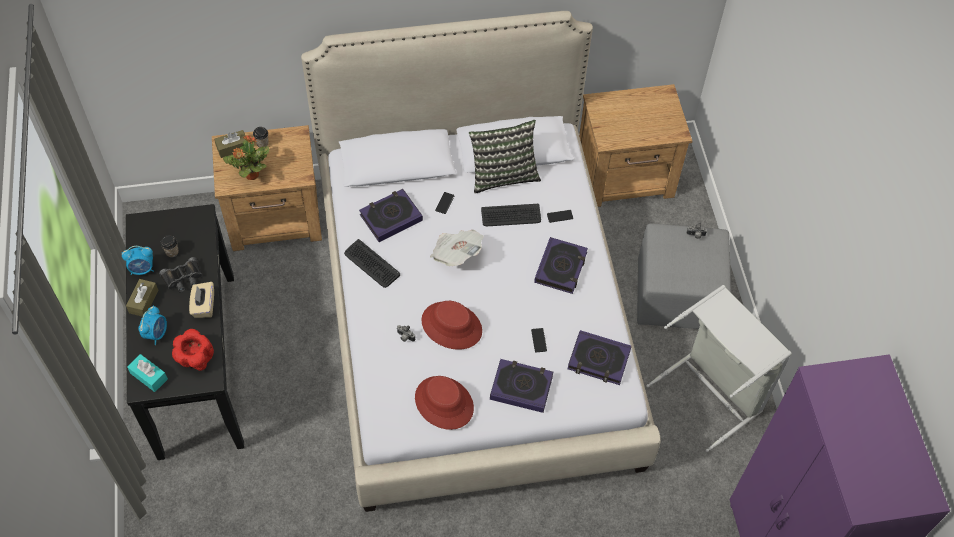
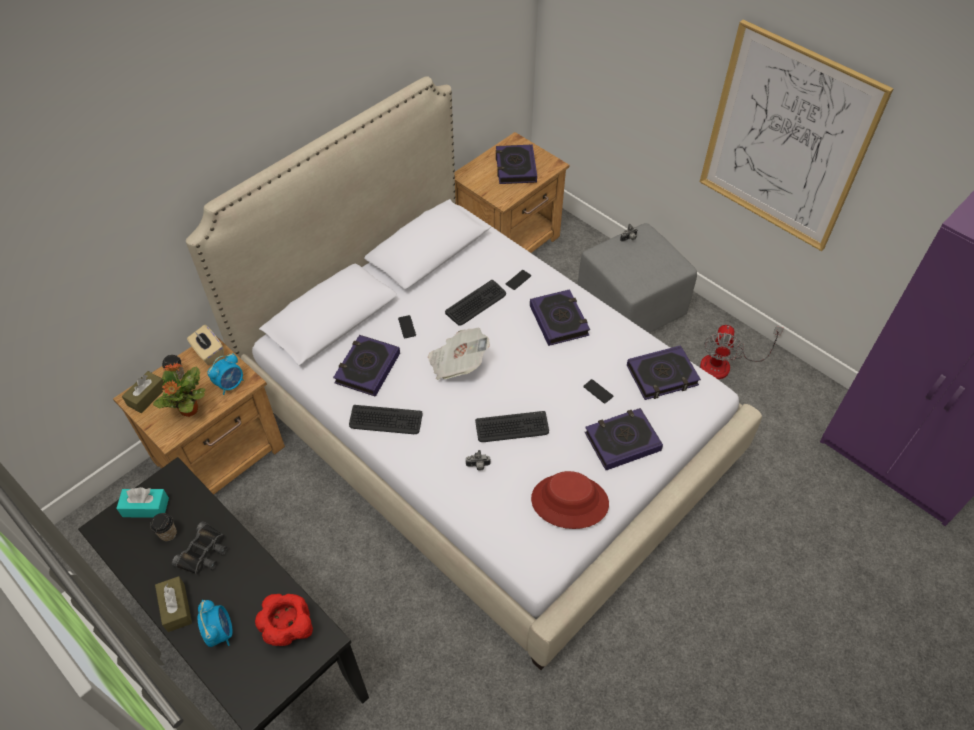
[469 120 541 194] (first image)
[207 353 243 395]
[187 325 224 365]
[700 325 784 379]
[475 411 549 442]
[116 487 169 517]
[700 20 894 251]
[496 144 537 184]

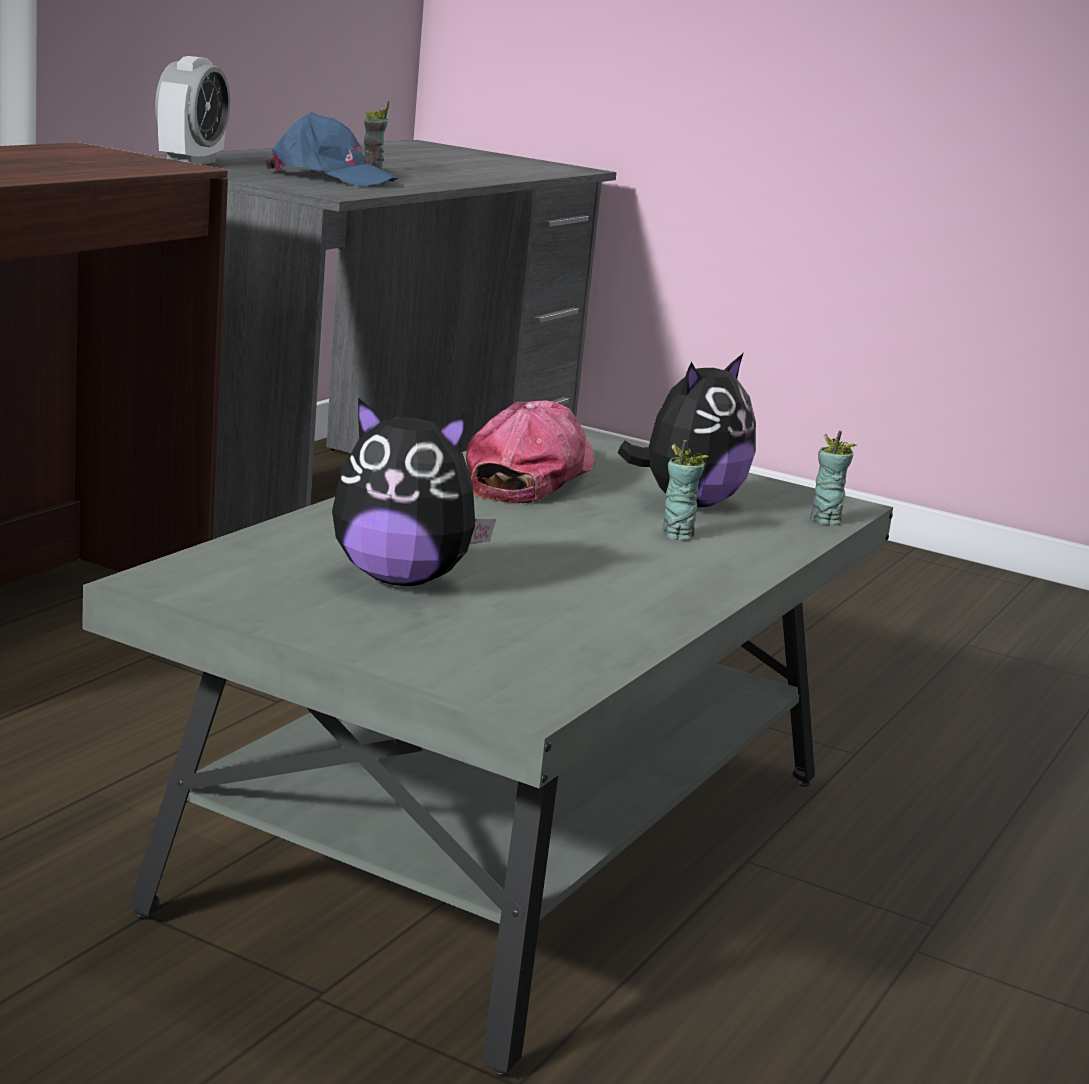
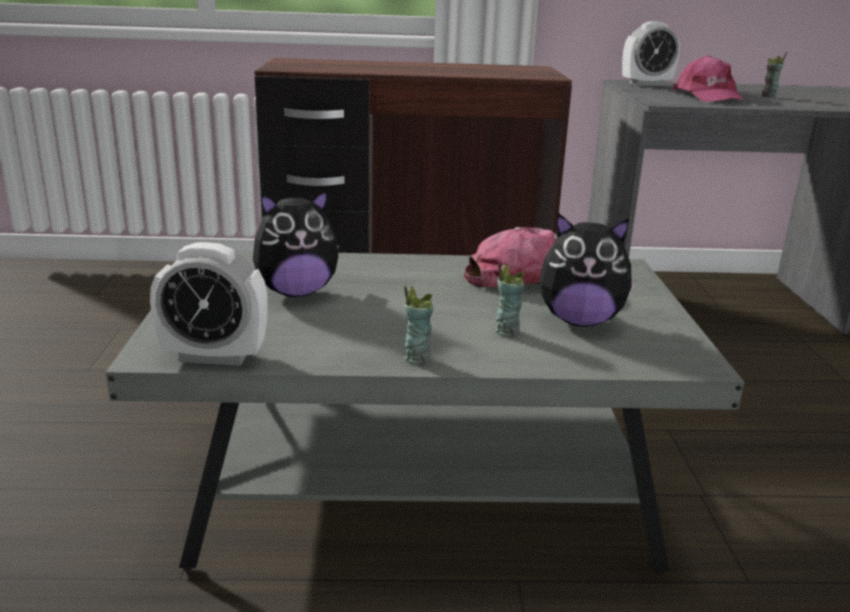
[672 55 745 102]
[253 189 339 297]
[404 285 433 364]
[150 242 268 366]

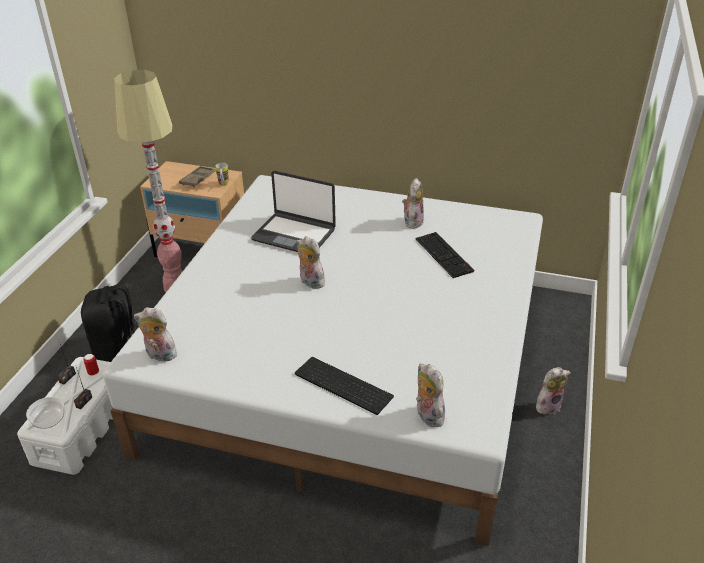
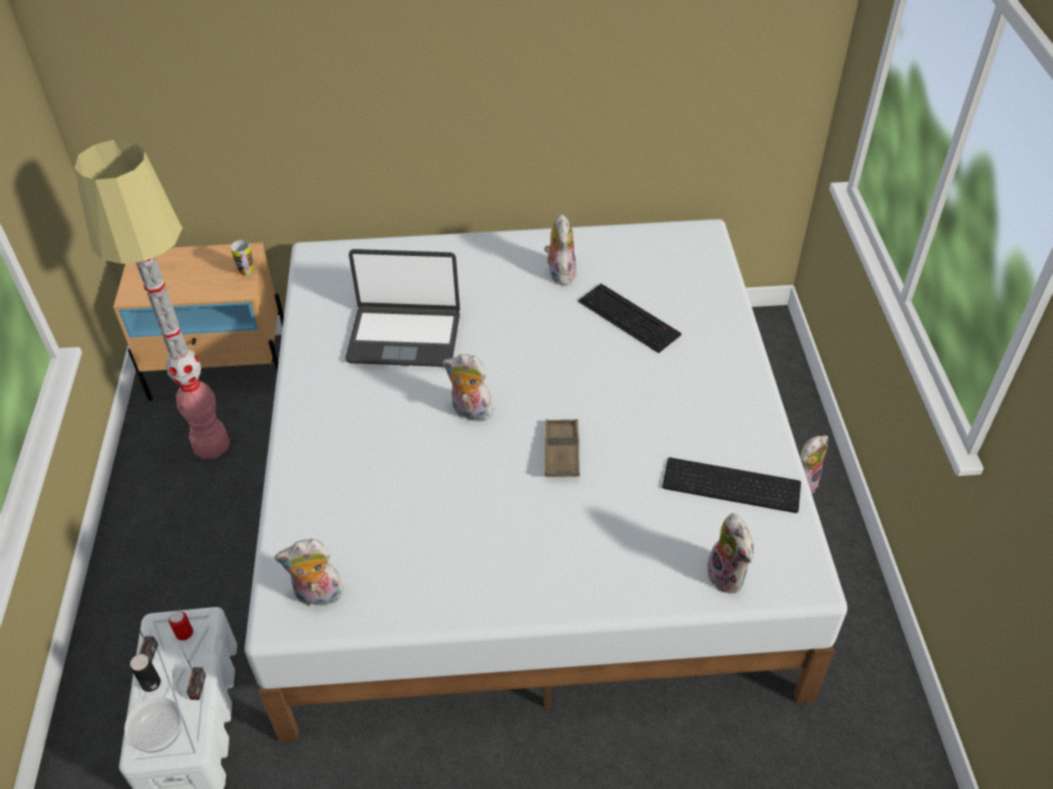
[545 419 580 477]
[81 284 134 362] (first image)
[662 457 801 513]
[704 513 754 594]
[130 654 161 692]

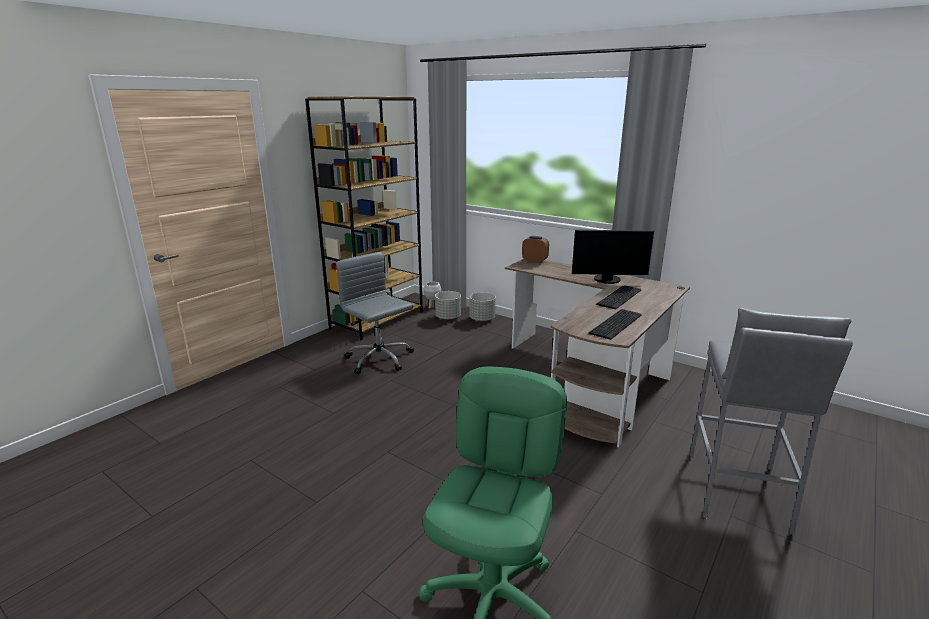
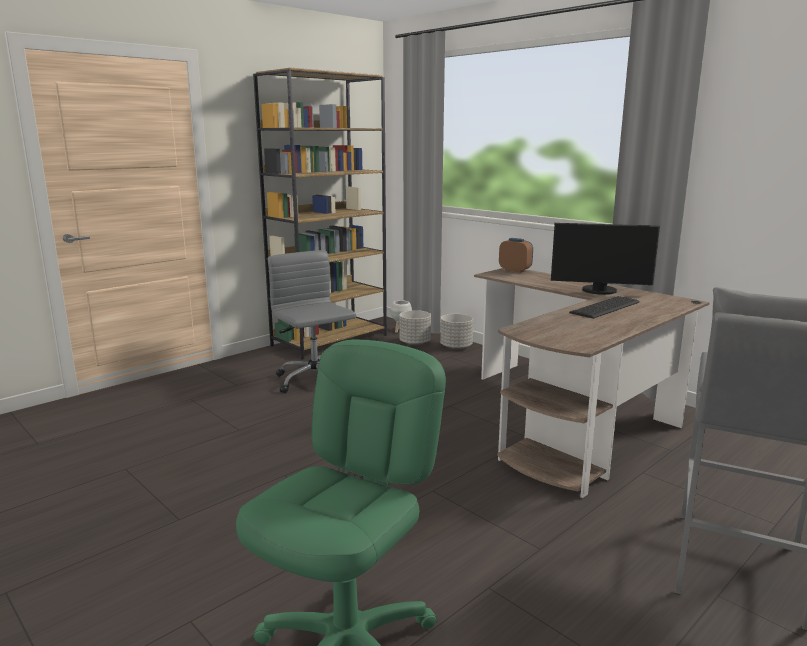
[588 309 642 340] (first image)

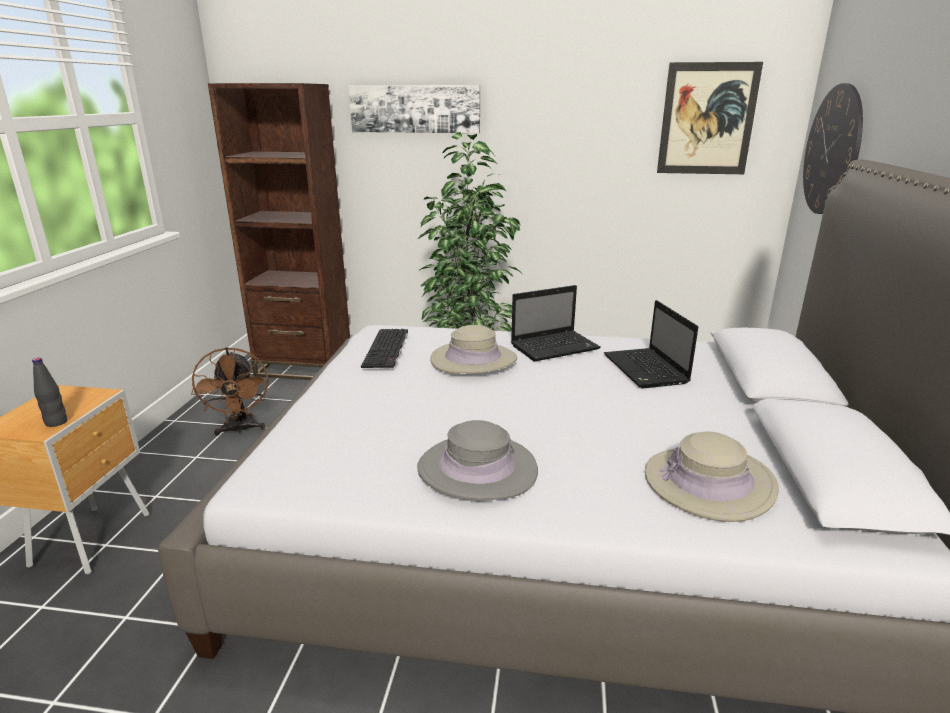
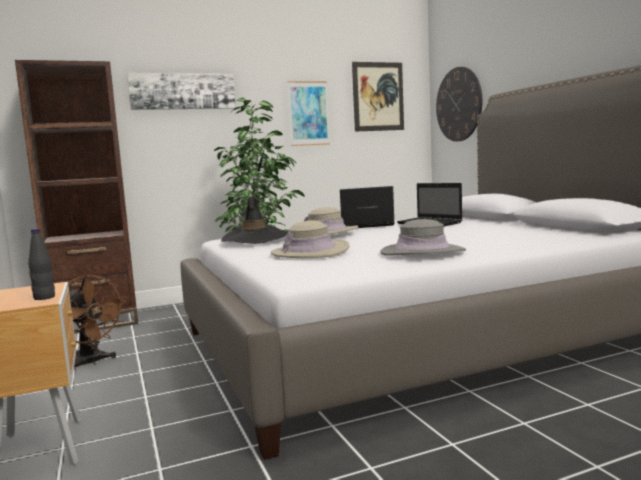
[340 186 395 228]
[221 196 288 244]
[271 221 350 258]
[288 81 330 146]

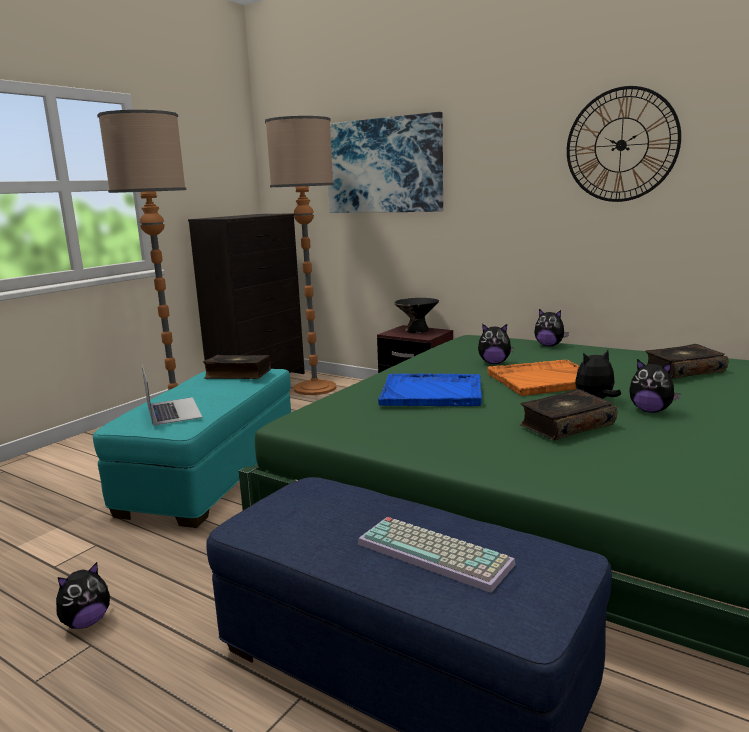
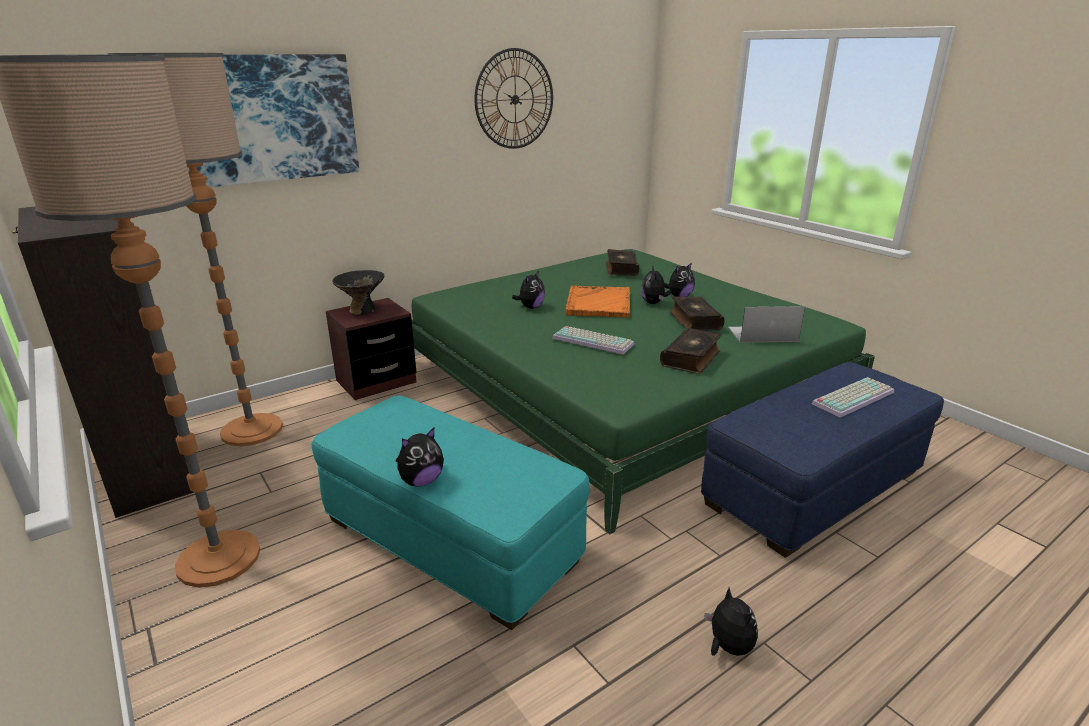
[396 428 444 486]
[660 328 722 374]
[728 306 805 343]
[552 326 634 355]

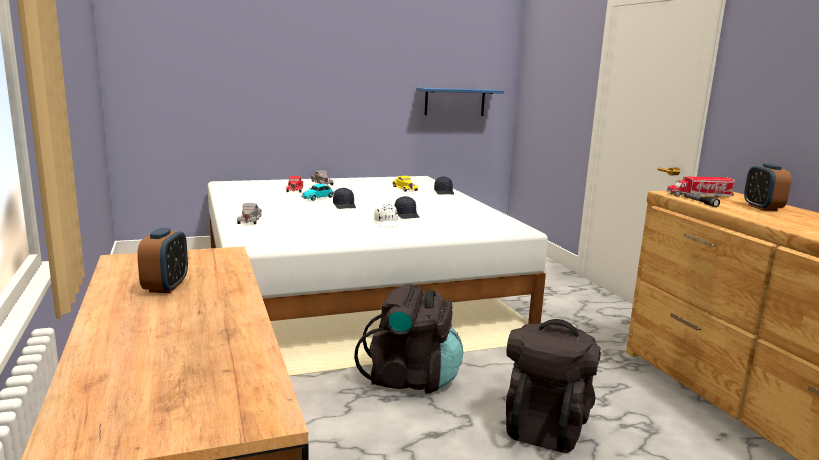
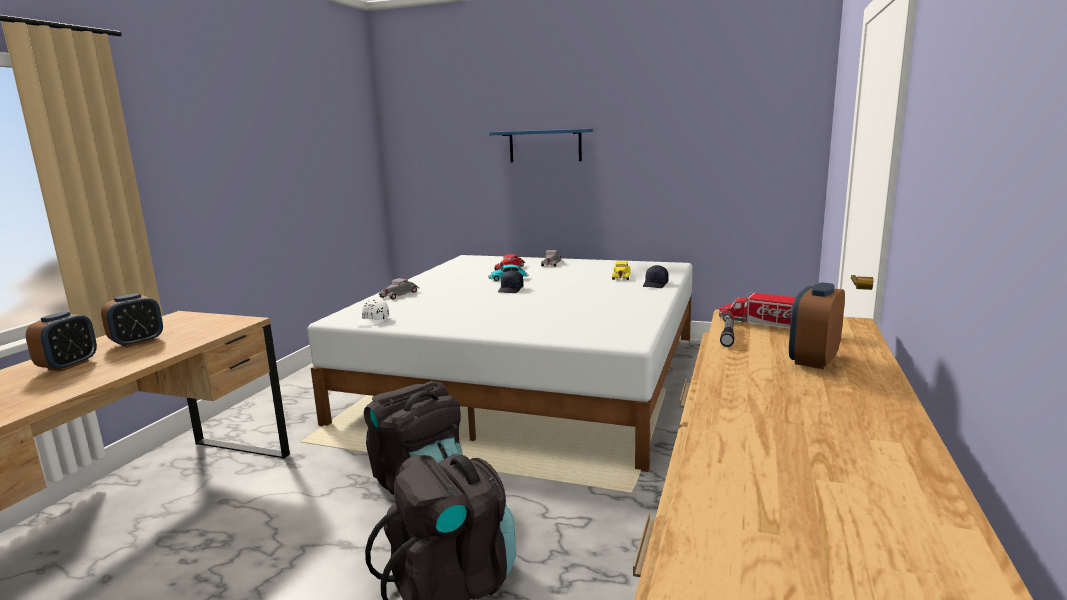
[489 129 593 162]
[395 196 420 219] (first image)
[356 298 389 326]
[26 311 97 371]

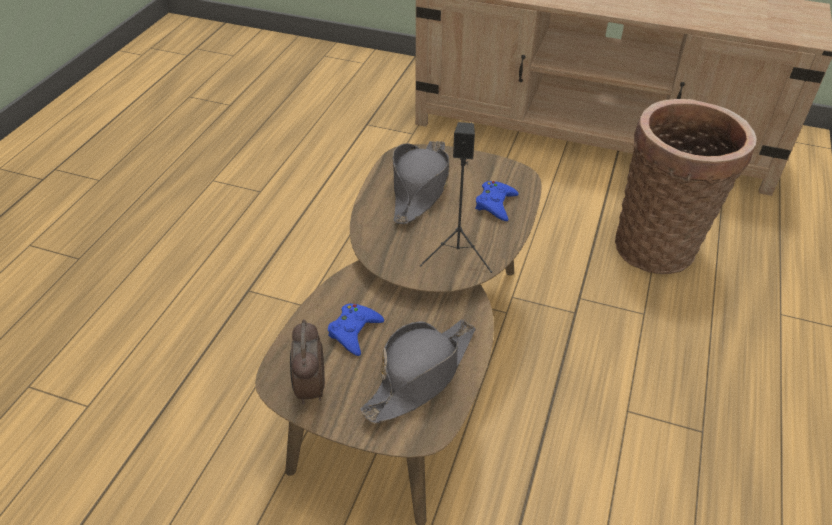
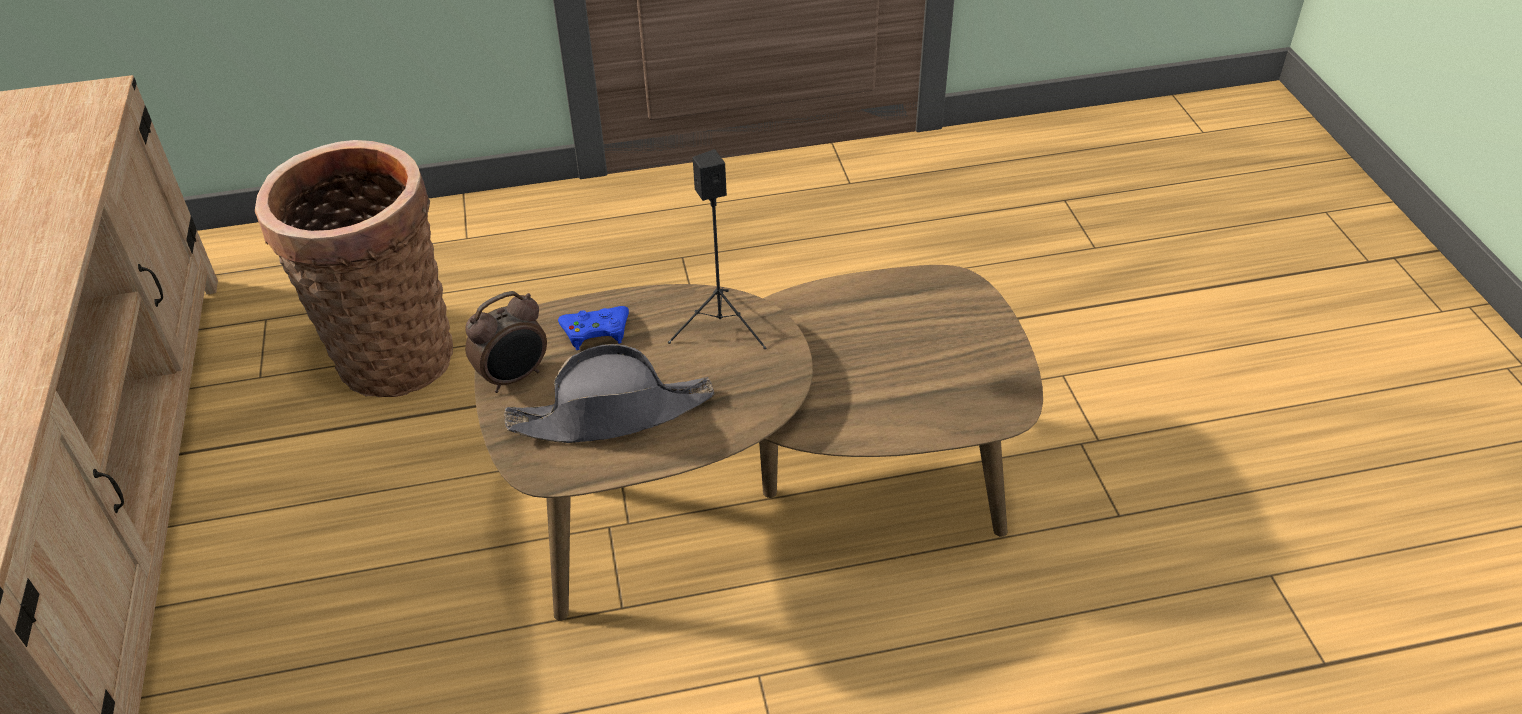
[328 304 384 356] (first image)
[465 291 547 393]
[360 319 476 424] (first image)

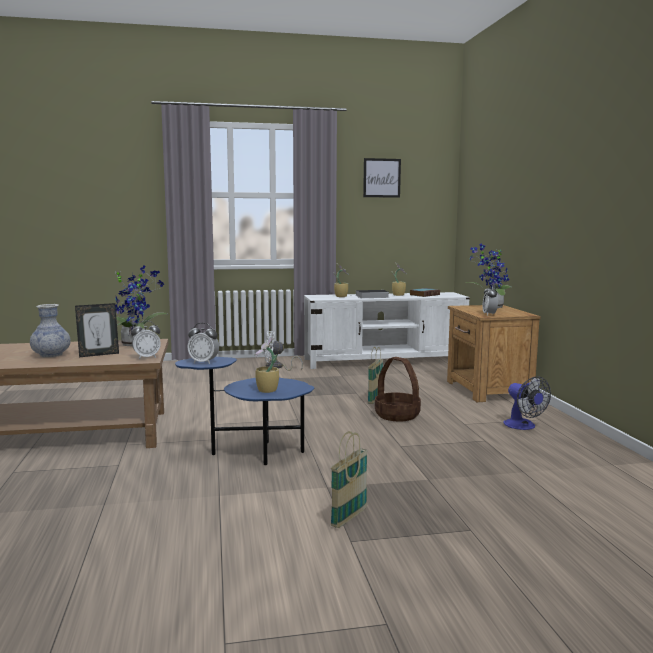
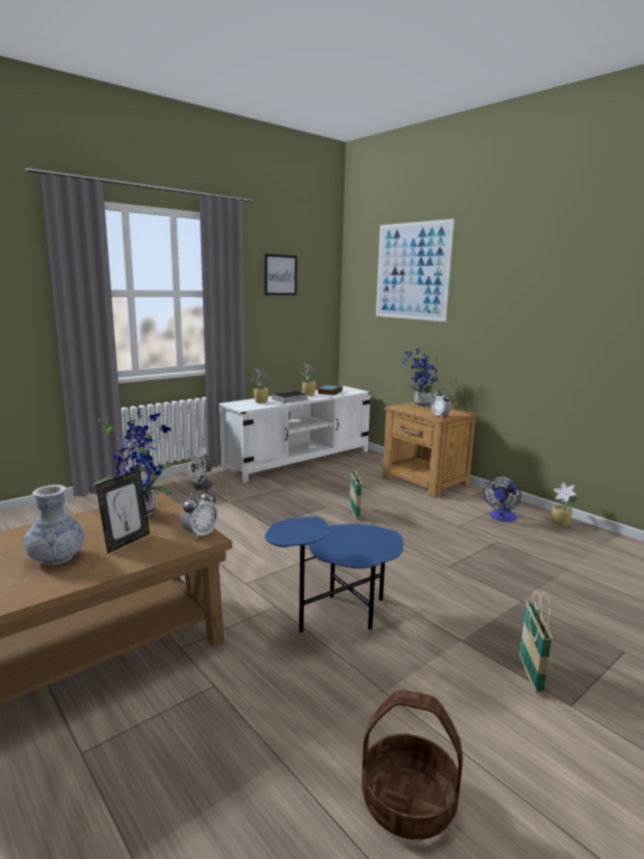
[188 323 219 364] (first image)
[552 482 578 527]
[362 690 463 840]
[483 475 521 522]
[376 219 455 322]

